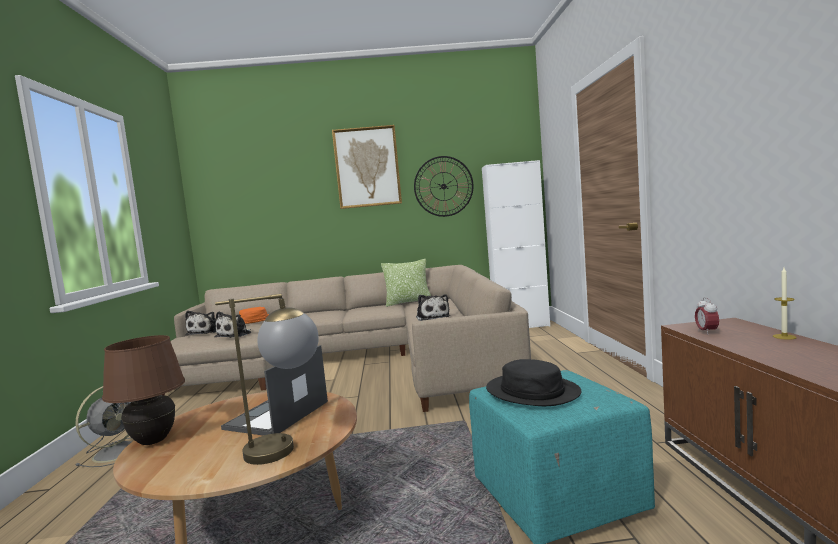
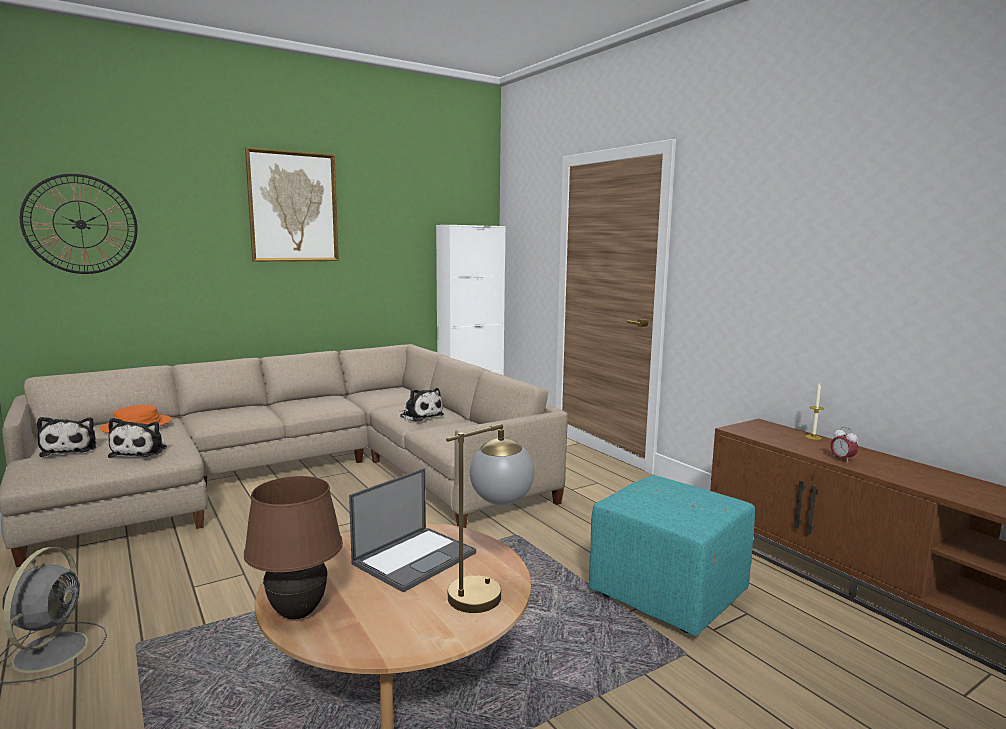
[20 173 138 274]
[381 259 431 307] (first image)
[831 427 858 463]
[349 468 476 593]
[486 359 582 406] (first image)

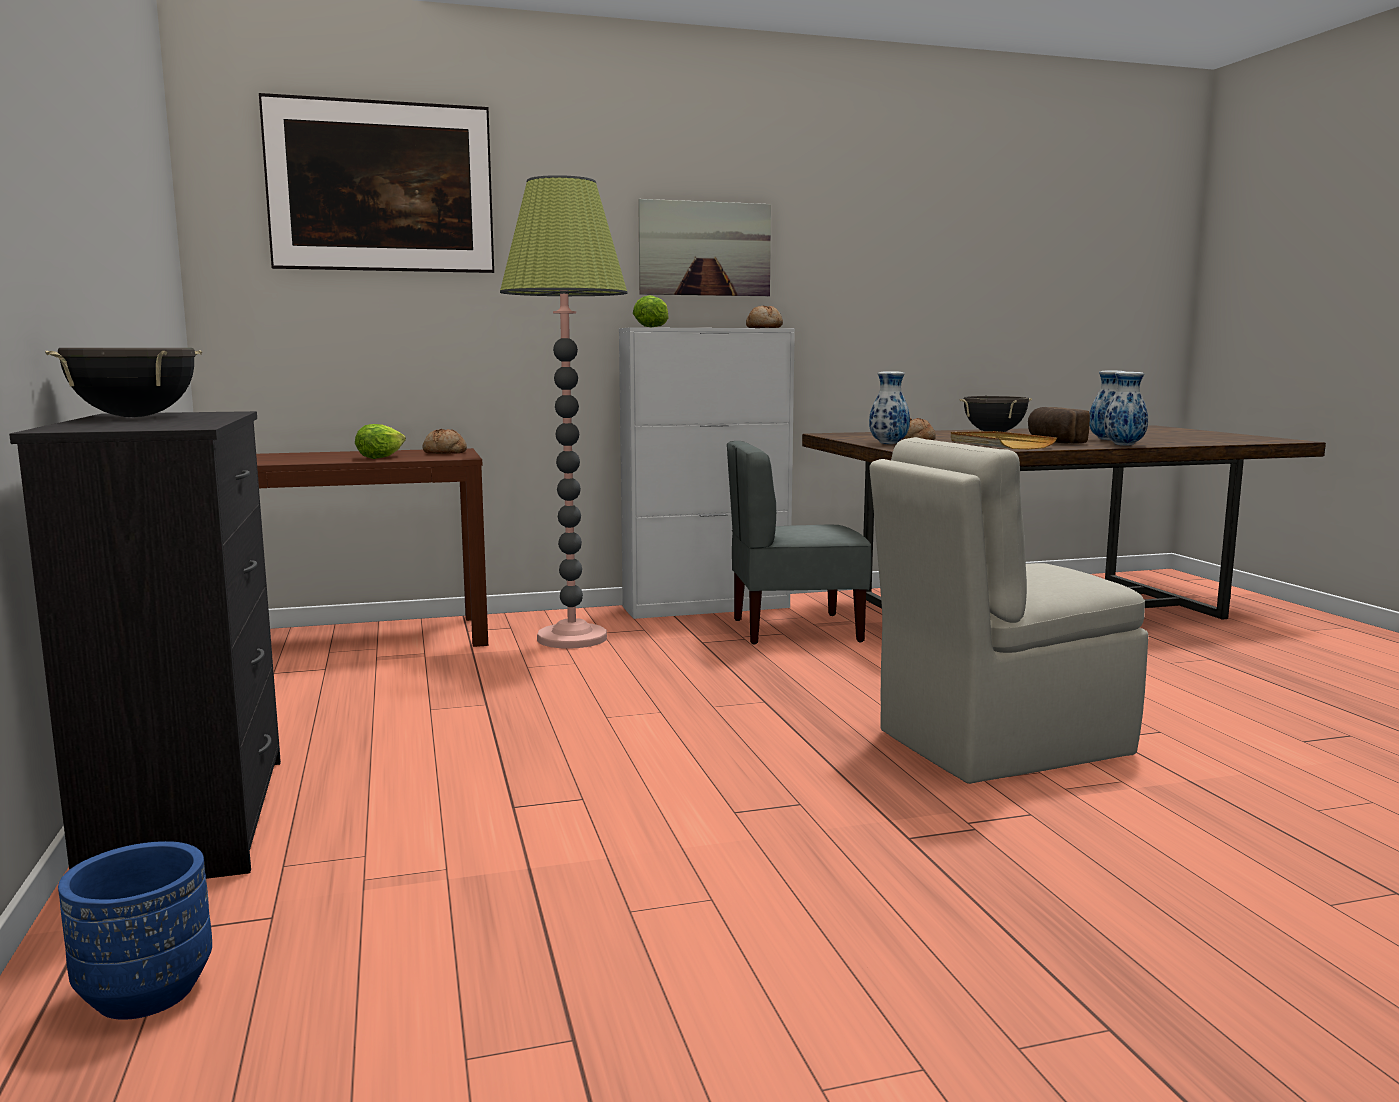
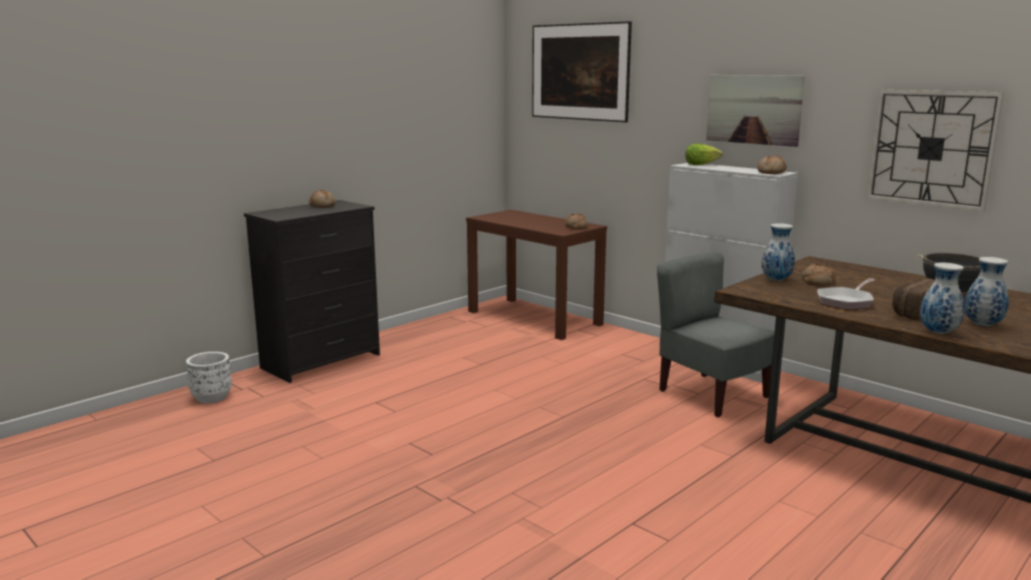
[500 175 628 649] (first image)
[309 190 336 208]
[355 424 406 459] (first image)
[817 278 875 310]
[869 437 1148 784] (first image)
[186 352 232 403]
[866 90 1004 212]

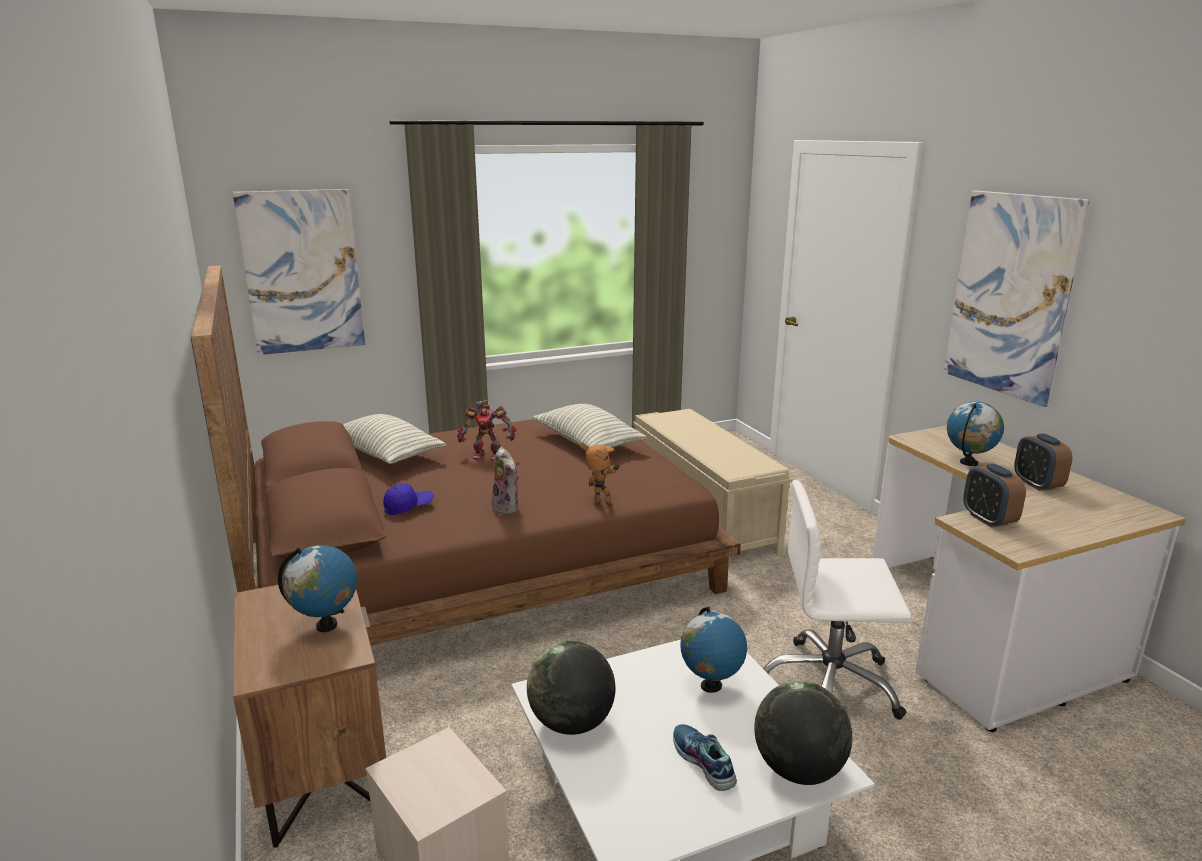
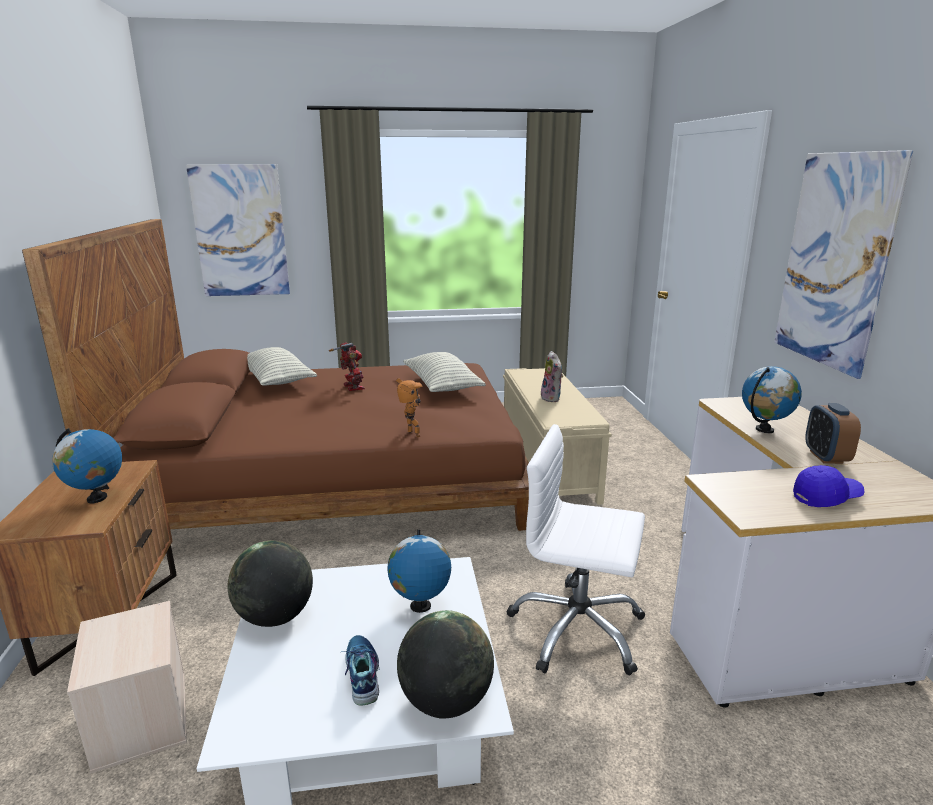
[329 342 365 391]
[541 351 563 402]
[963 464 1026 528] (first image)
[793 465 865 507]

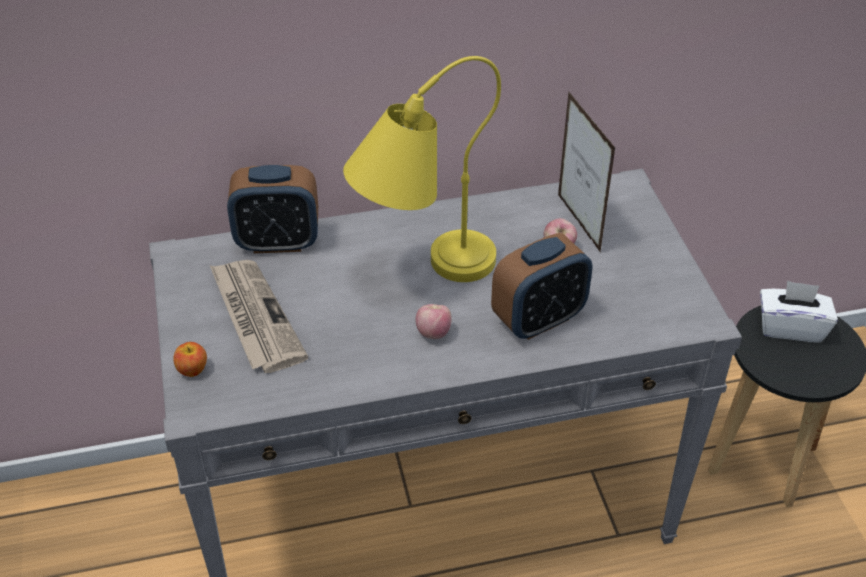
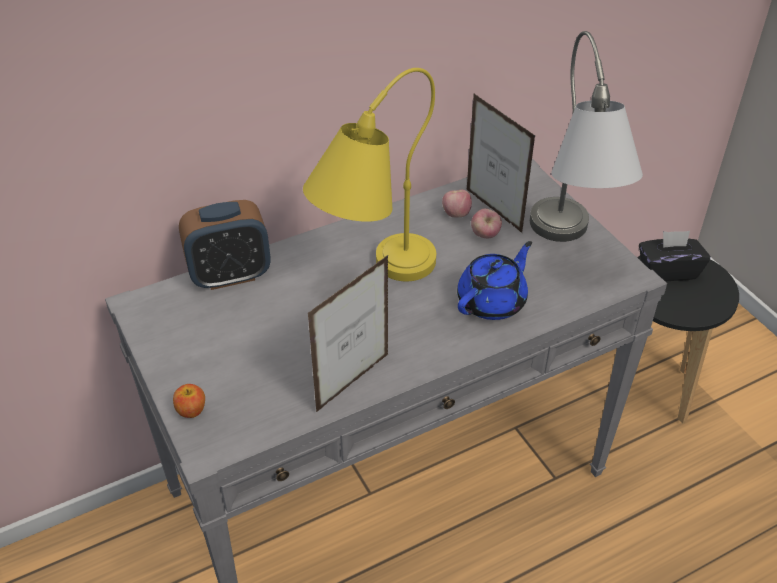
[457 241 532 320]
[210 260 308 373] (first image)
[639 231 710 282]
[442 190 472 217]
[530 31 643 242]
[308 255 388 412]

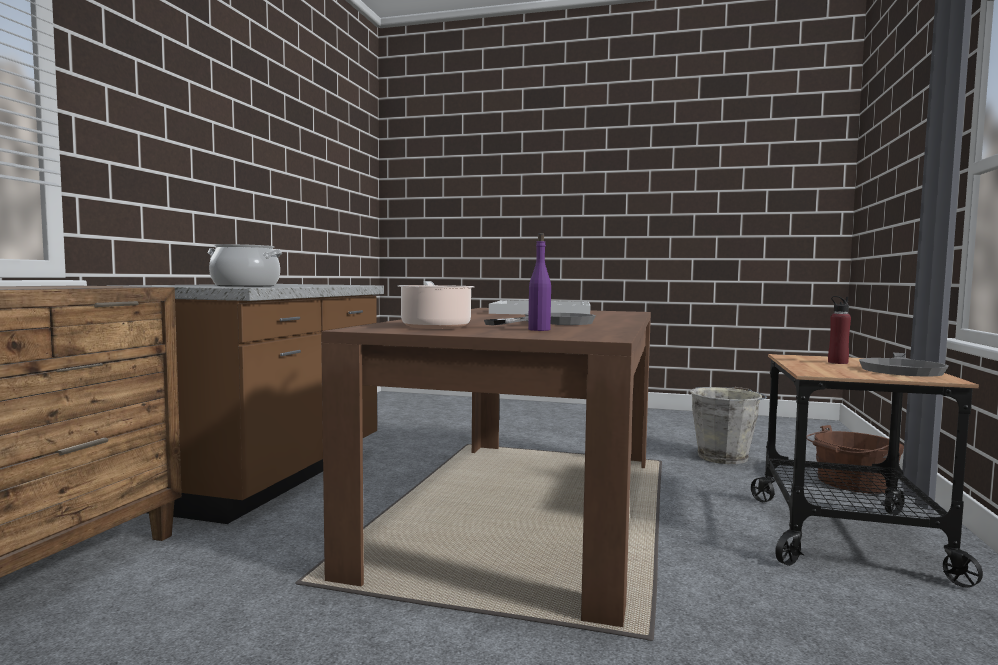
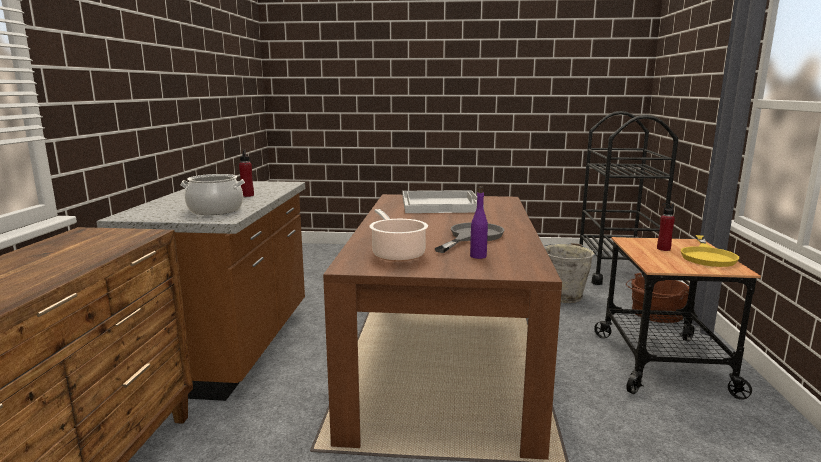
[681 235 739 267]
[579 111 678 285]
[239 150 254 197]

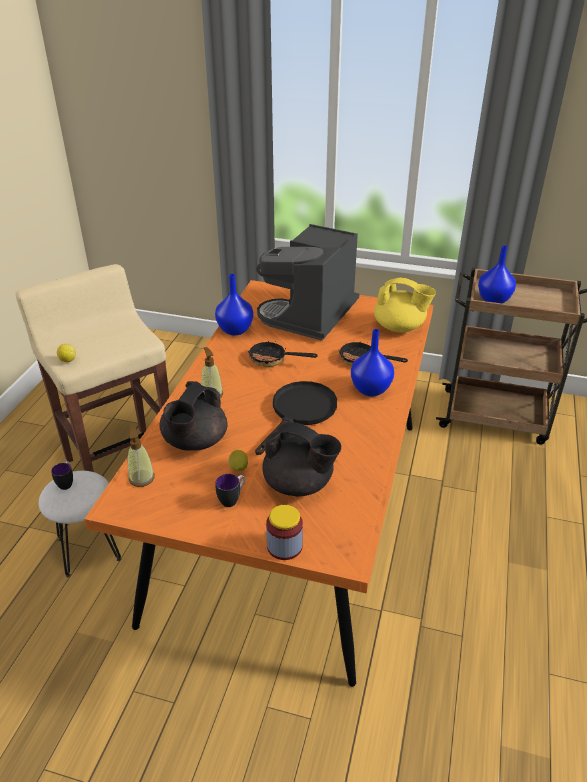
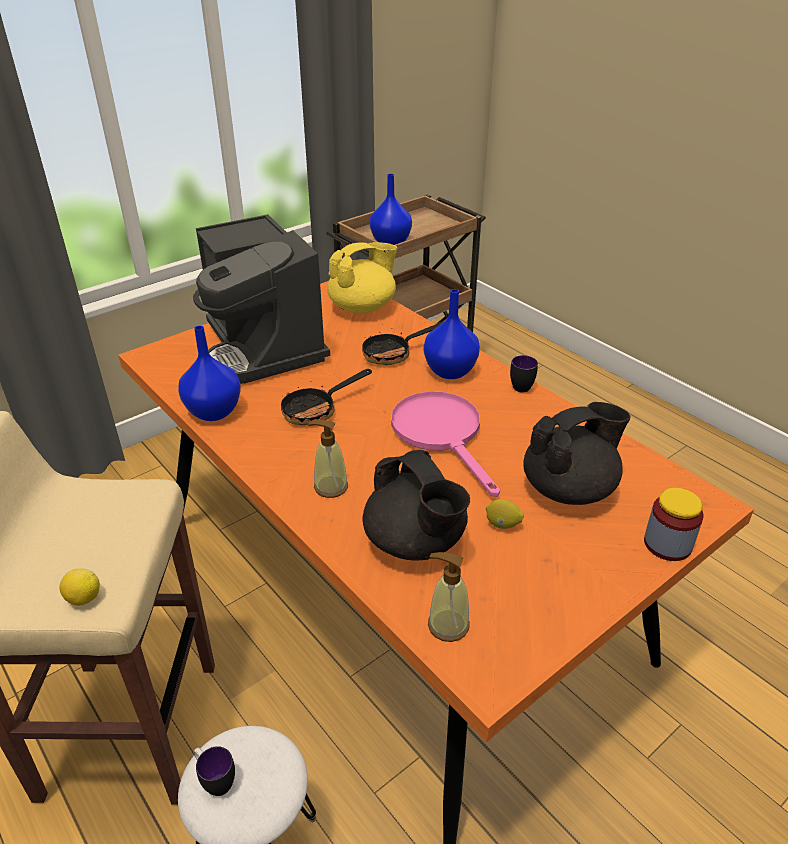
[391 391 500 497]
[510 355 538 393]

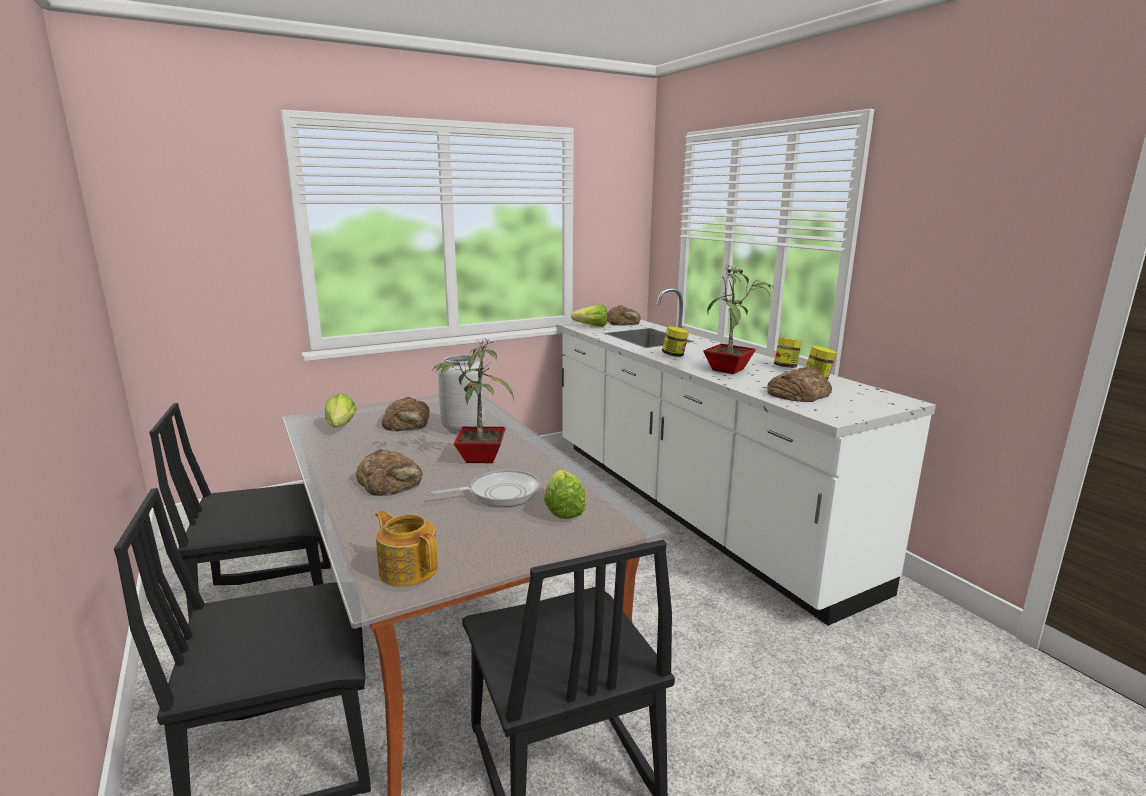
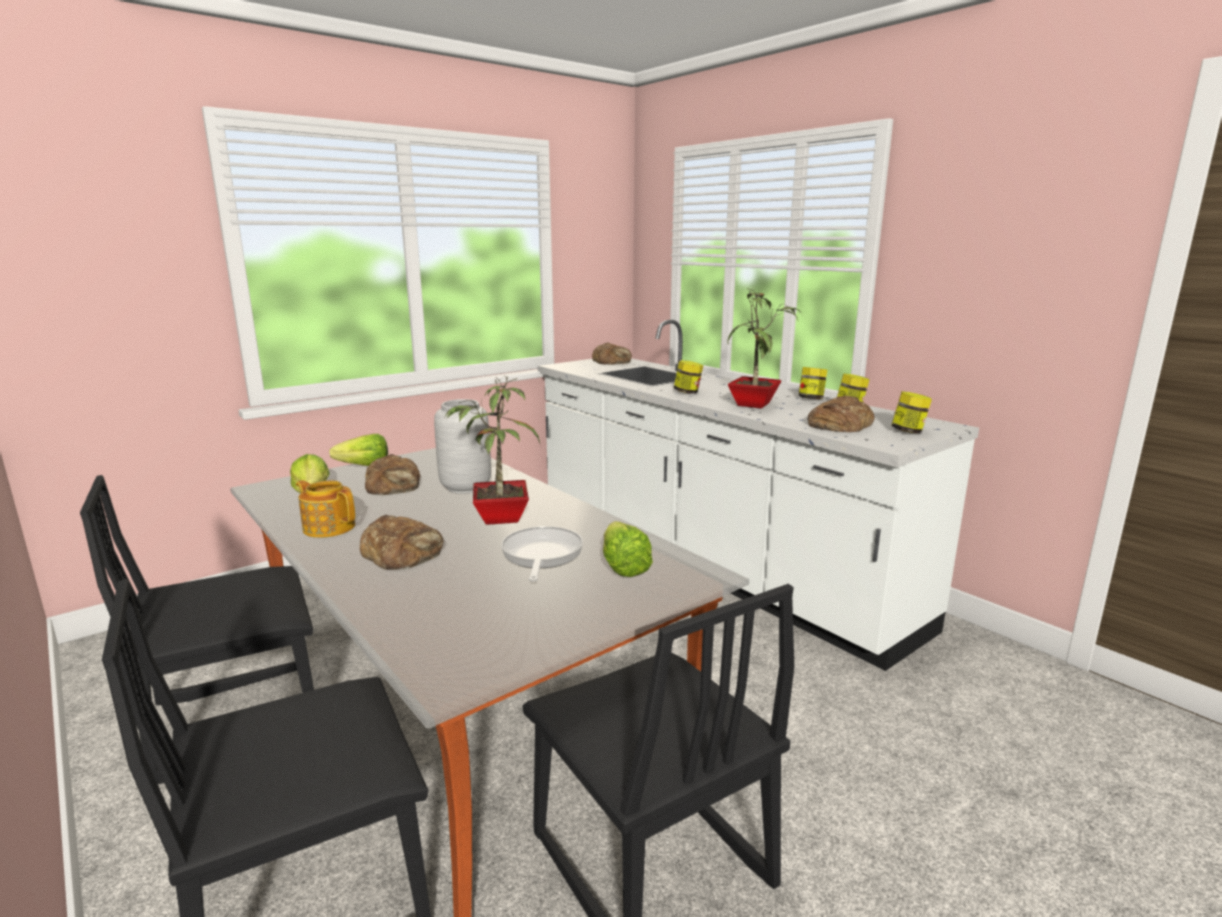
[329 434 388 466]
[501 526 583 581]
[296 480 355 538]
[892 391 932 433]

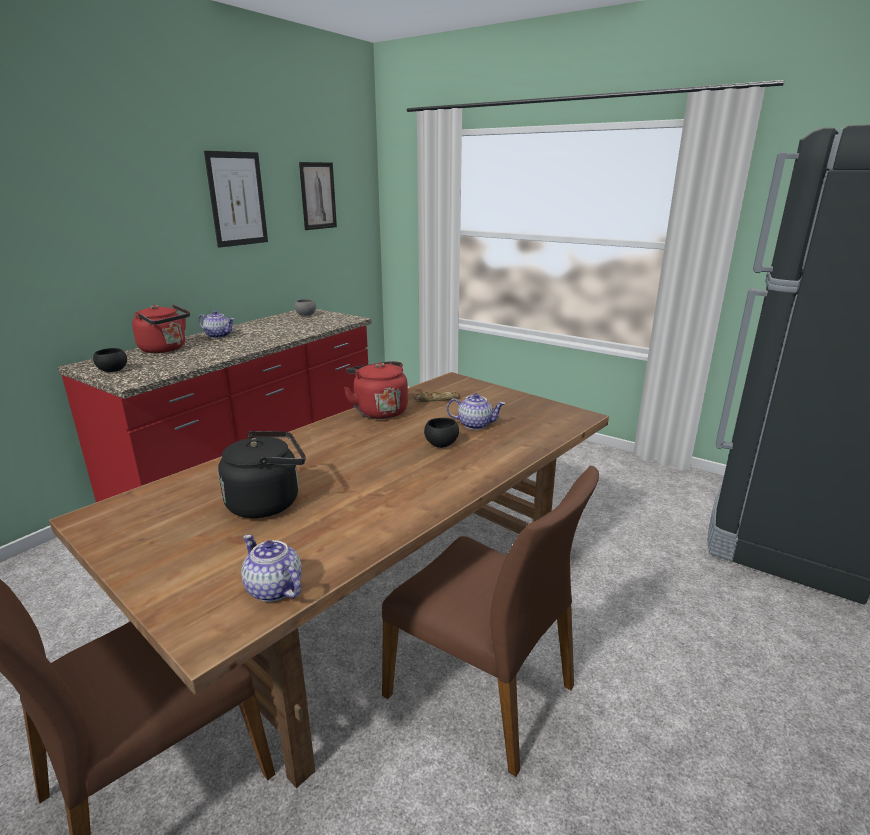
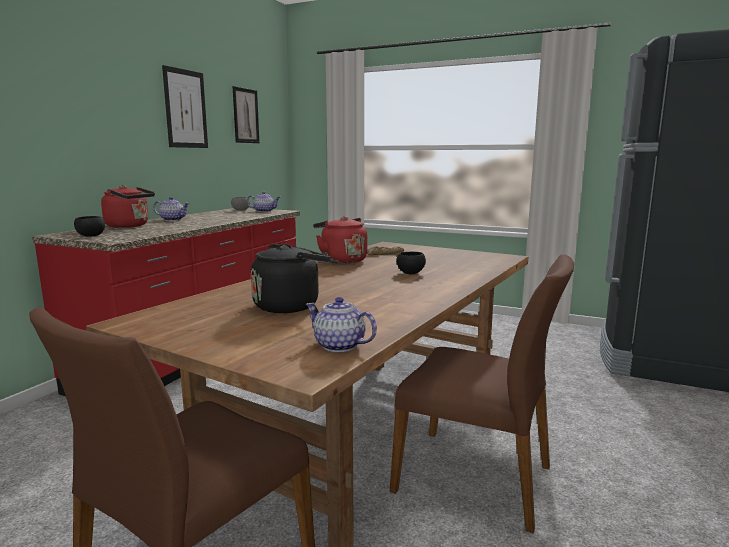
[247 191 280 212]

